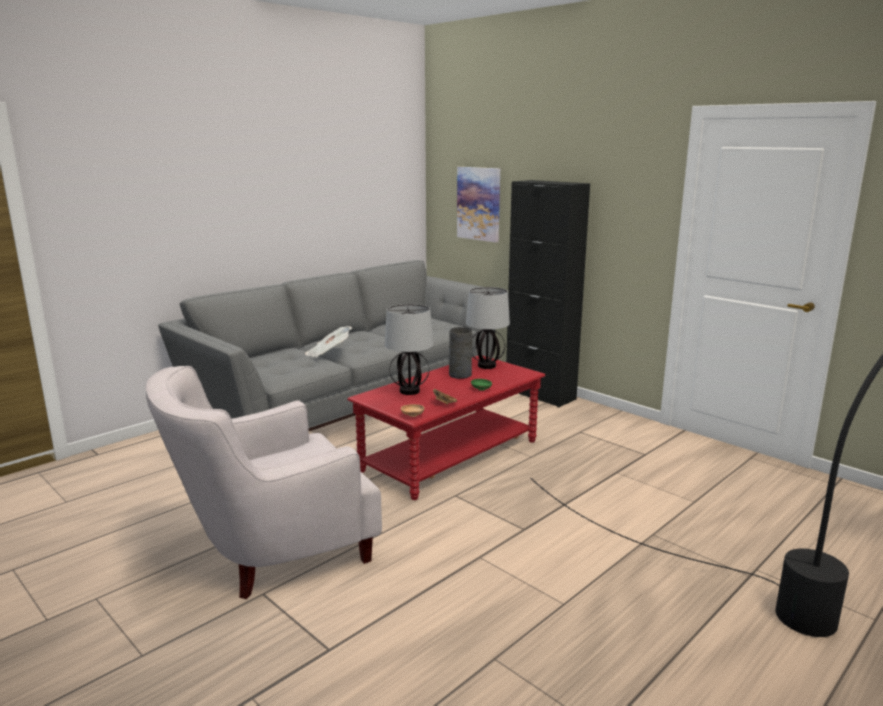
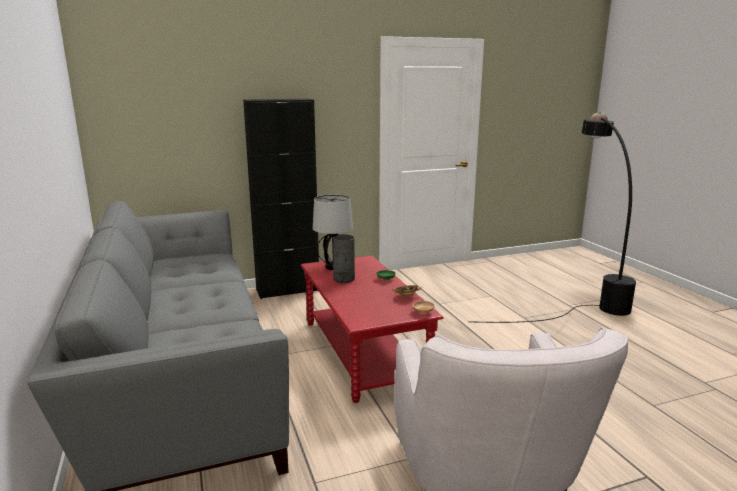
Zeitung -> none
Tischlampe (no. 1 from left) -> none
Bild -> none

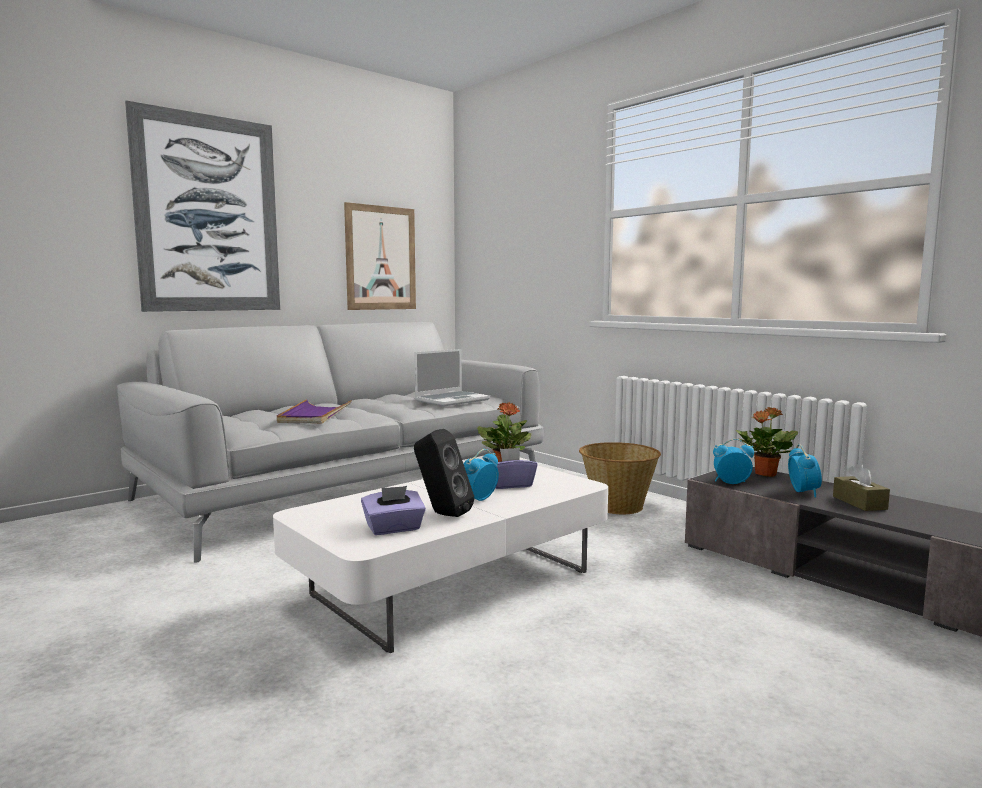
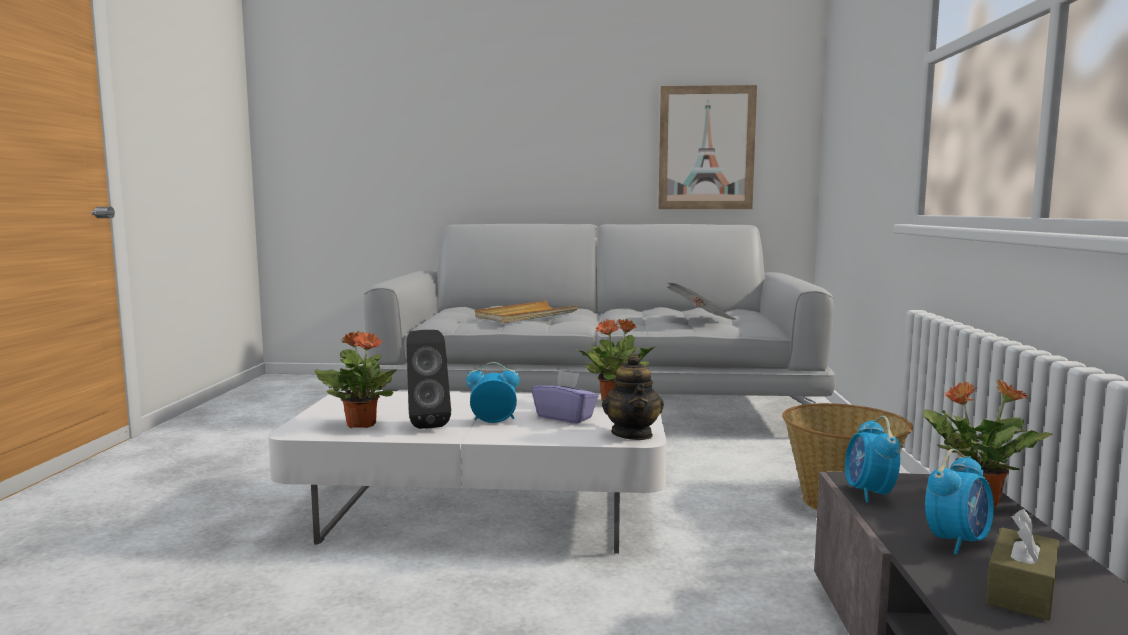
Bild (no. 1 from left) -> none
none -> Teekanne
Taschentuchbox/lila (no. 1 from left) -> Topfpflanze (no. 1 from left)
Laptop -> Zeitung
Tablett/lila -> Tablett/beige
Wecker (no. 2 from left), 135 degrees counterclockwise

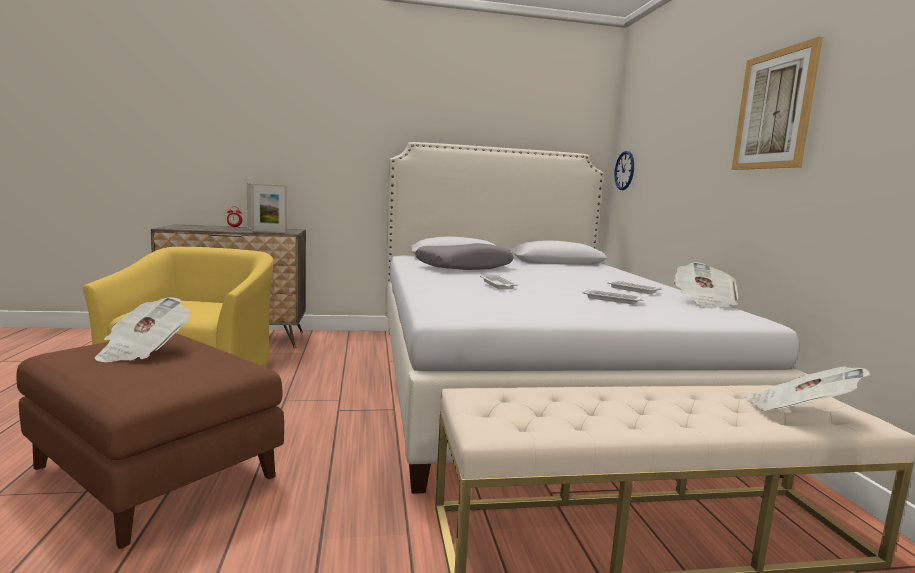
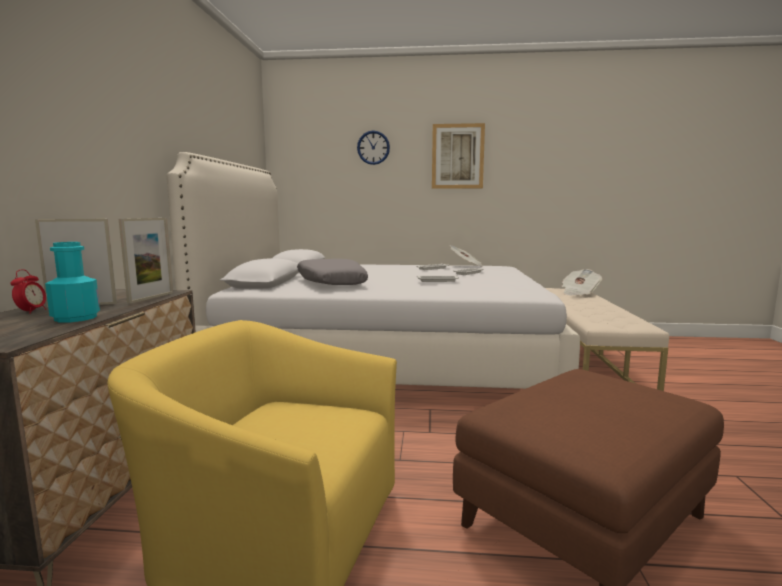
Zeitung (no. 1 from left) -> none
none -> Flasche/türkis
Wanduhr, shifted

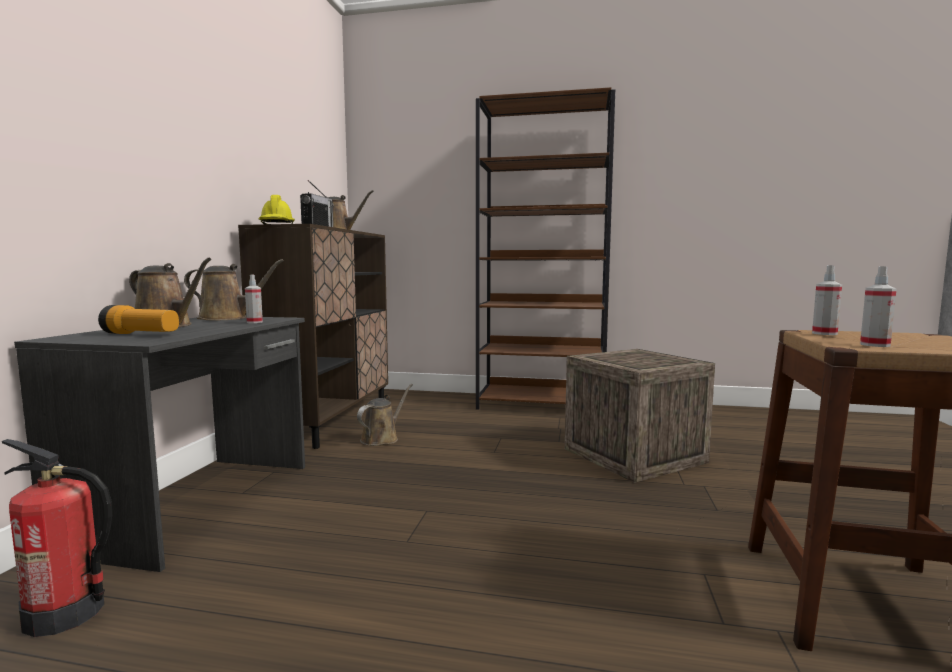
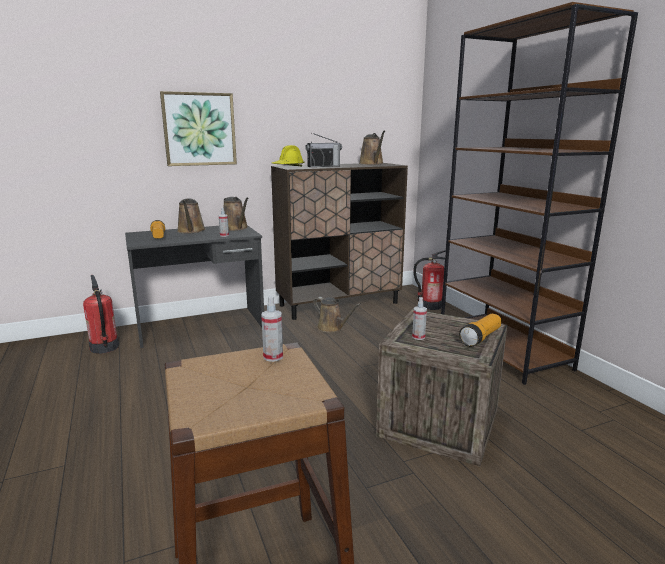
none -> Bild
none -> Feuerlöscher (no. 2 from left)
none -> Taschenlampe (no. 2 from left)
Sprühflasche (no. 3 from left), shifted
Gießkanne/braun (no. 4 from left in the first image) -> Gießkanne/braun (no. 3 from left), 45 degrees clockwise

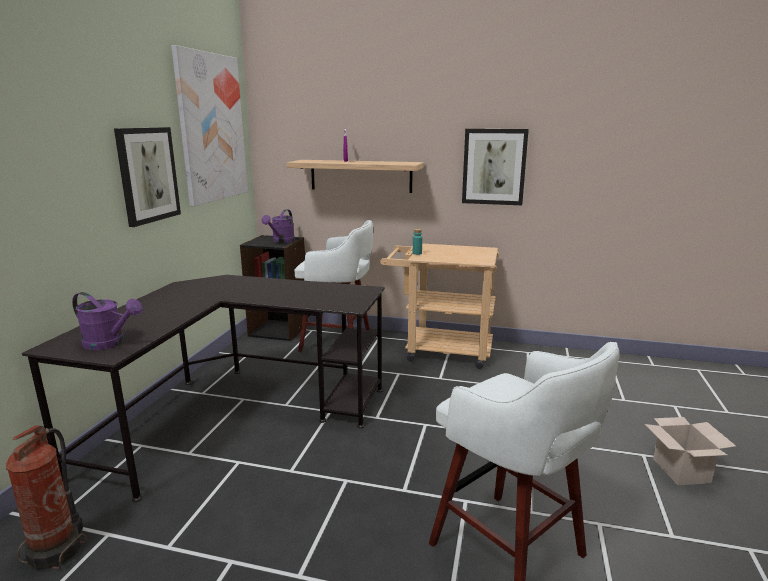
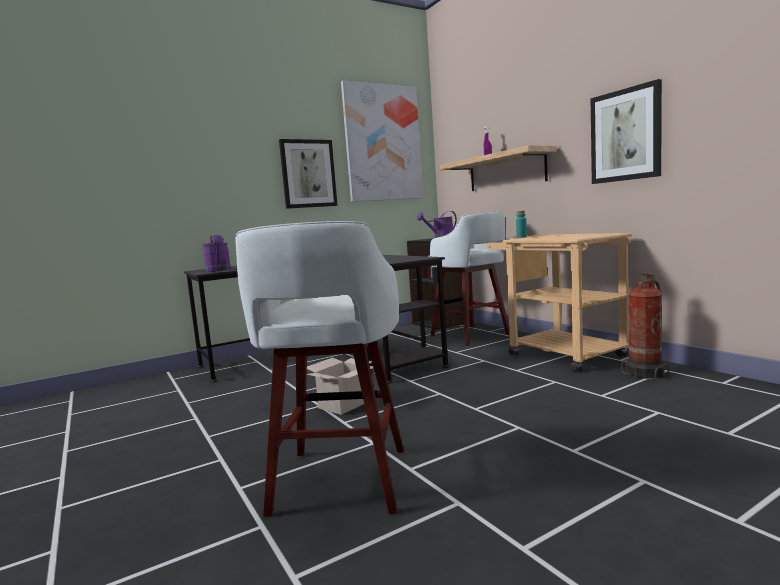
Feuerlöscher, shifted
Karton, shifted

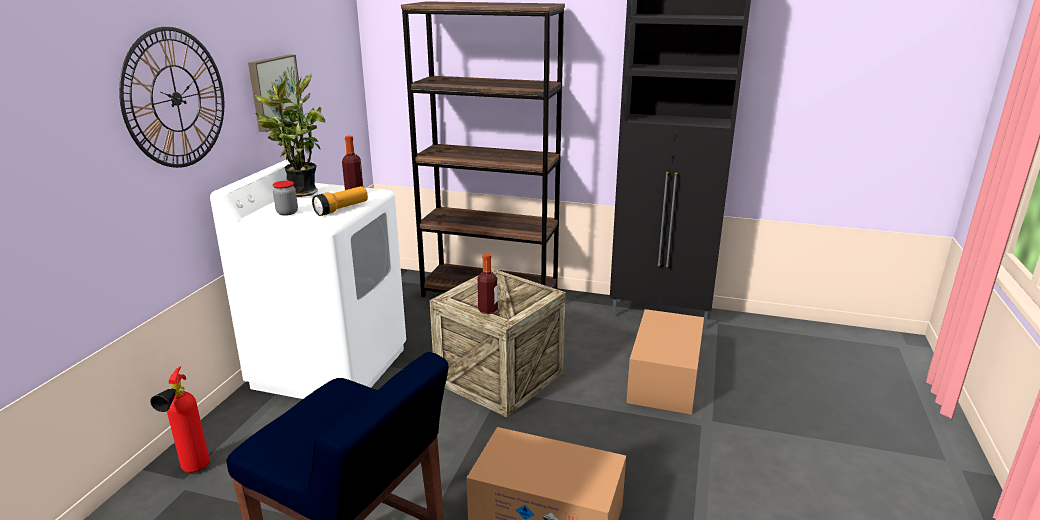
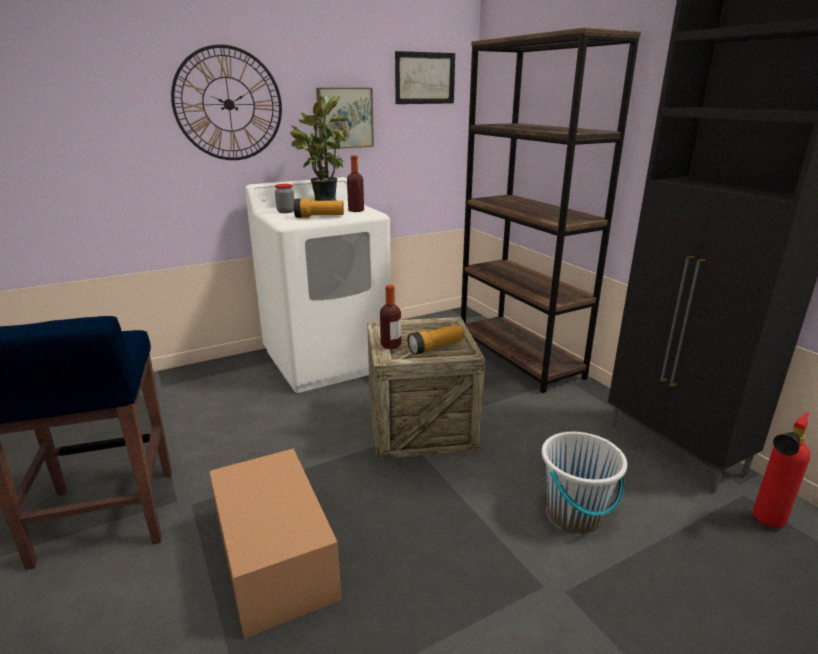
none -> Bild (no. 2 from left)
none -> Taschenlampe (no. 2 from left)
Feuerlöscher, shifted
Karton (no. 2 from left) -> Eimer/weiß

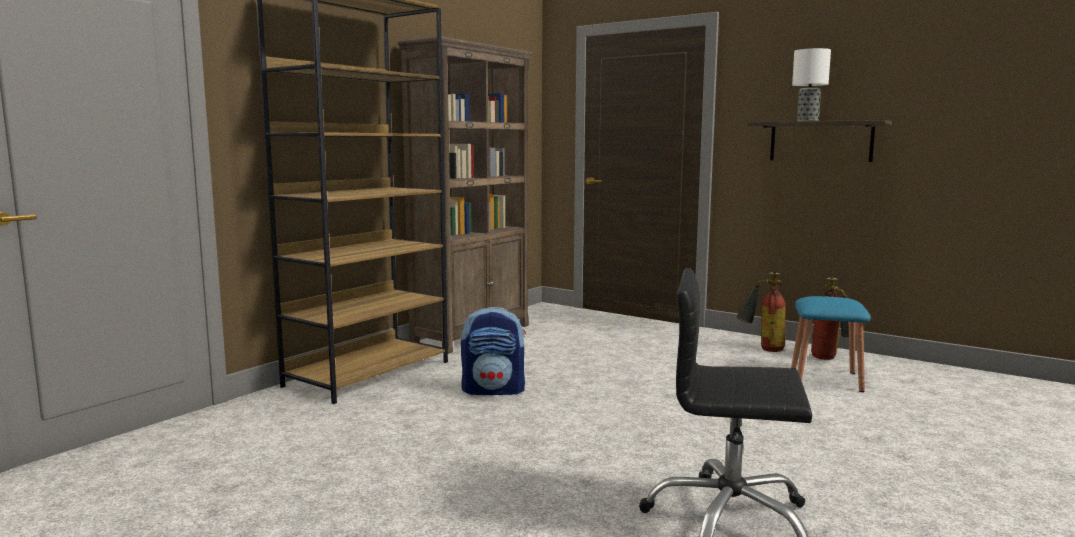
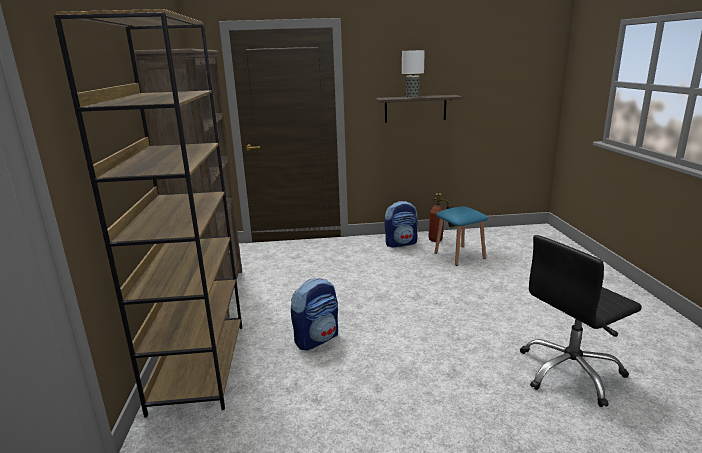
Feuerlöscher (no. 1 from left) -> Rucksack (no. 2 from left)

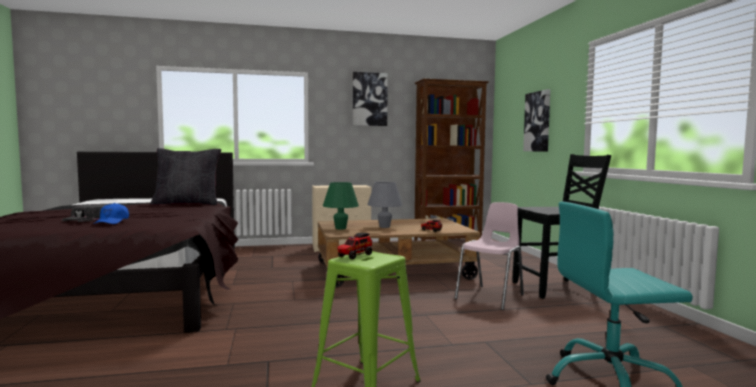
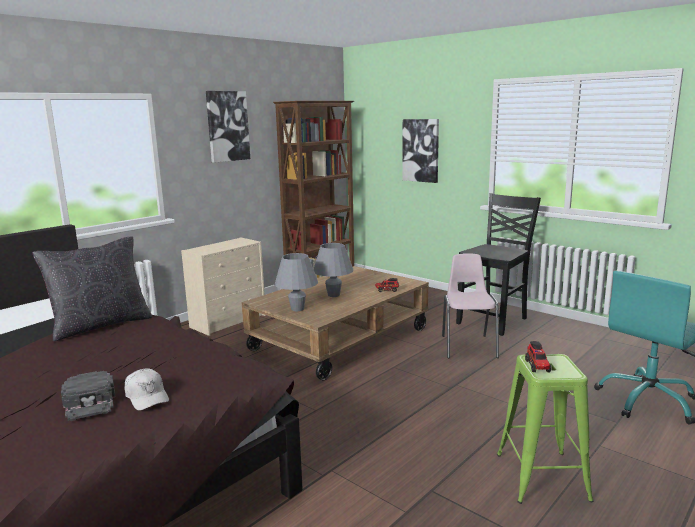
Kappe/blau -> Kappe/weiß
Tischlampe/grün -> Tischlampe/grau (no. 1 from left)

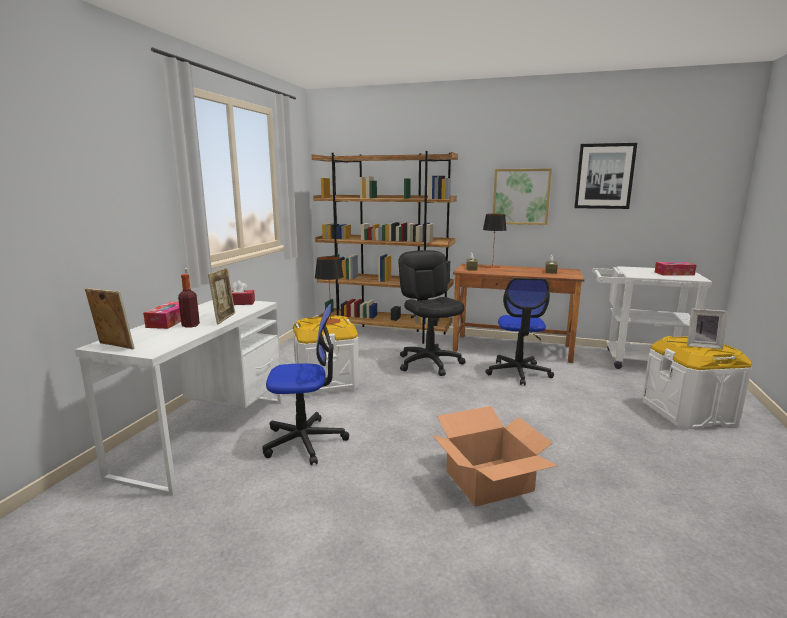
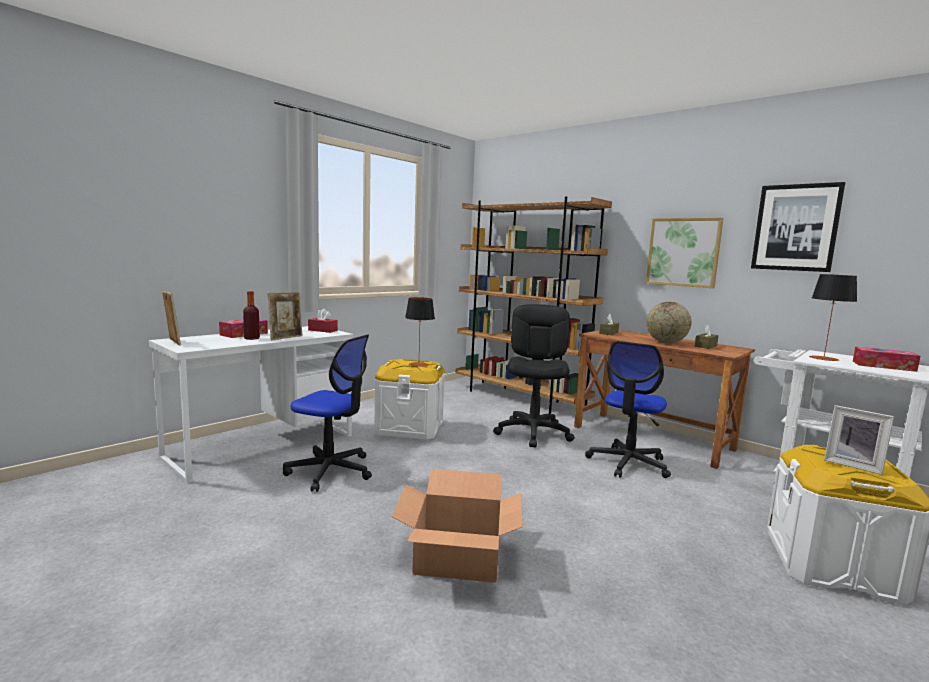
none -> Globus
Tischlampe (no. 2 from left), shifted

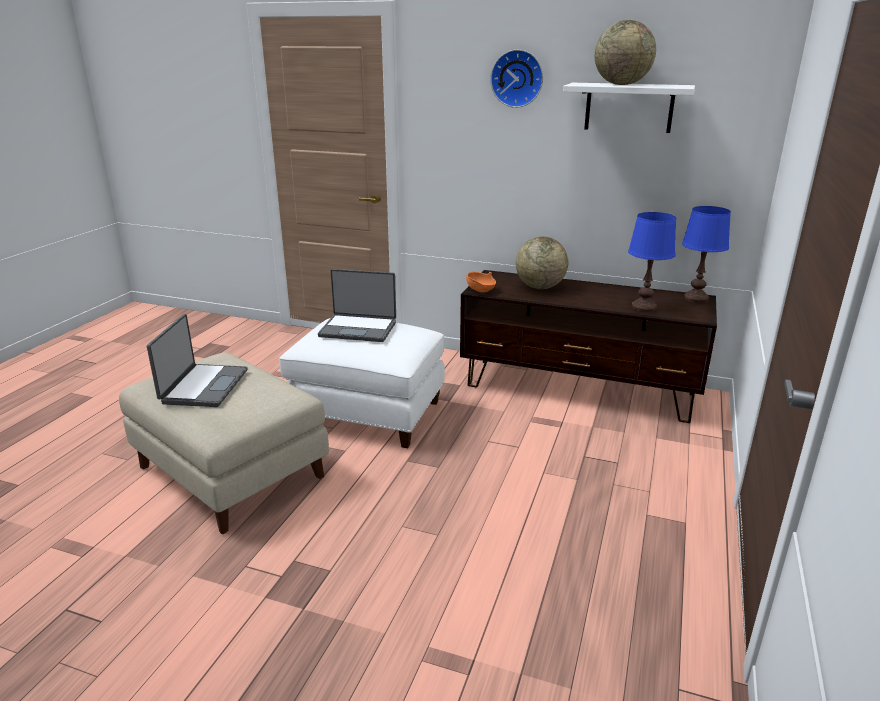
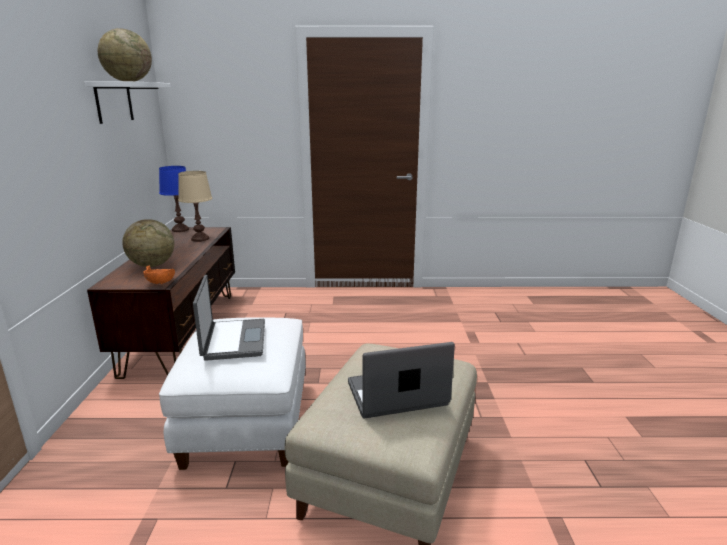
Wanduhr -> none
Tischlampe/blau (no. 1 from left) -> Tischlampe/beige

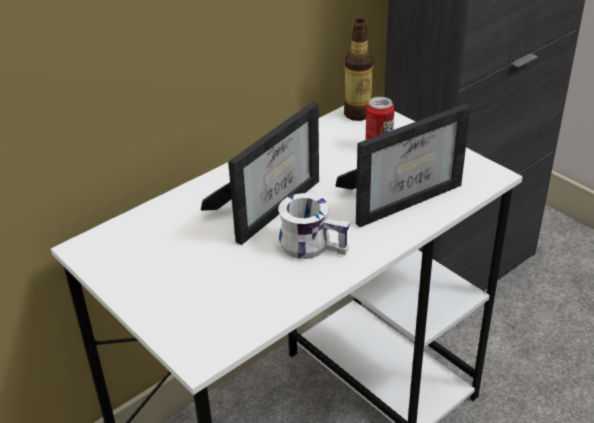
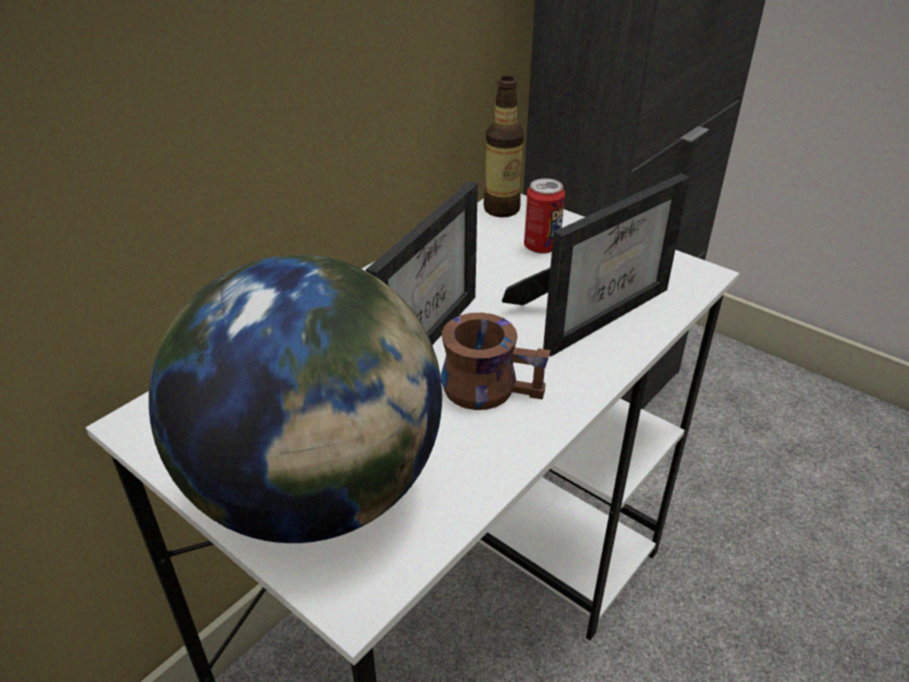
none -> Globus
Henkelbecher/weiß -> Henkelbecher/braun

